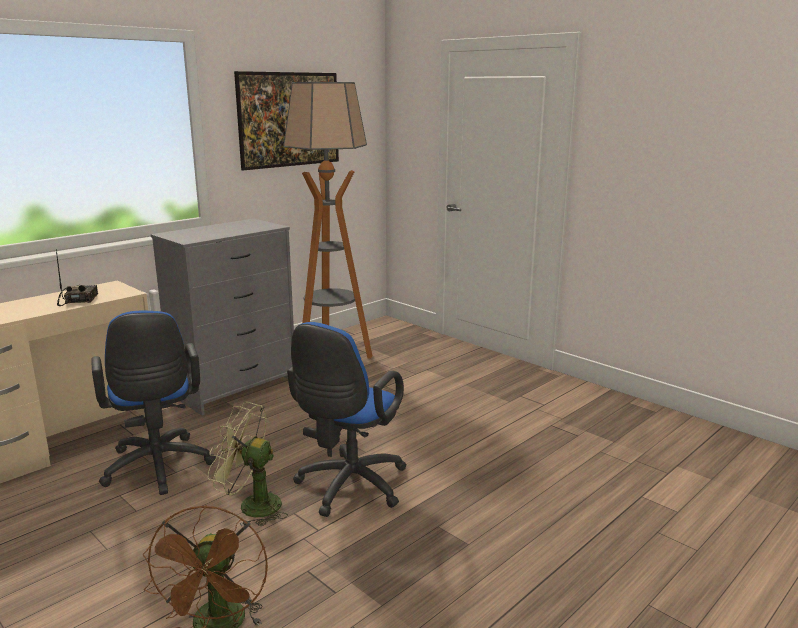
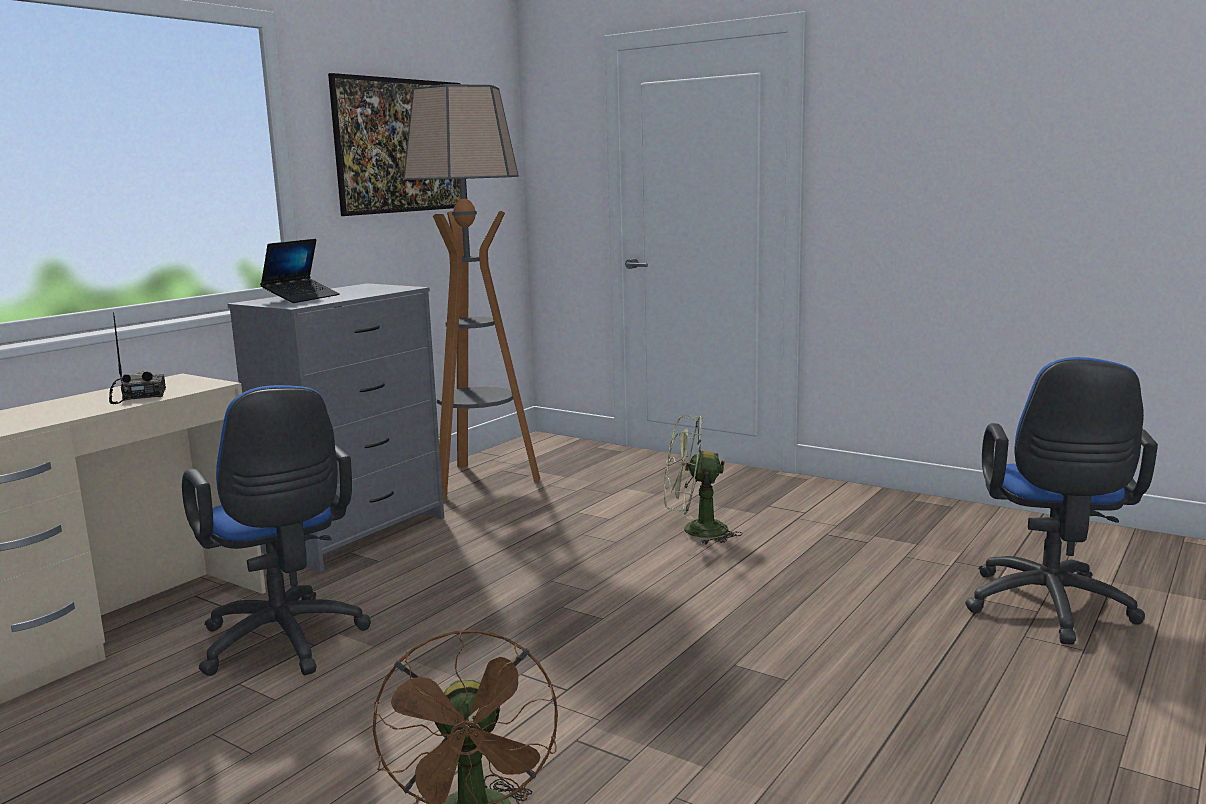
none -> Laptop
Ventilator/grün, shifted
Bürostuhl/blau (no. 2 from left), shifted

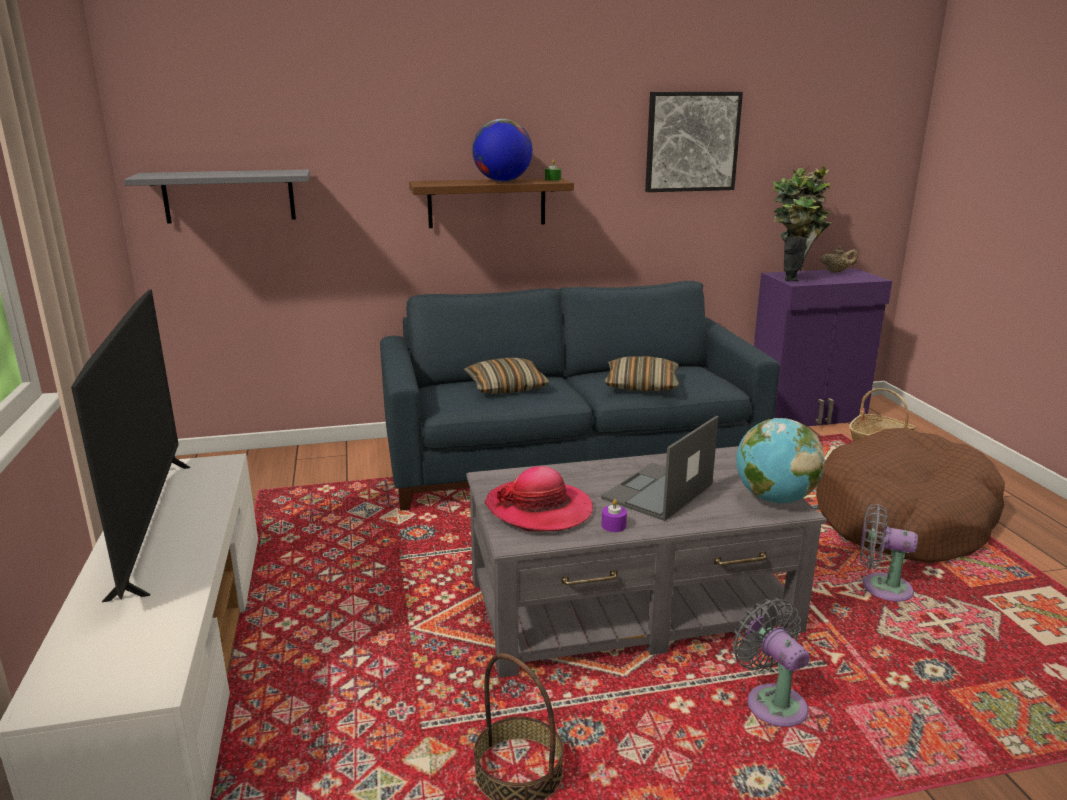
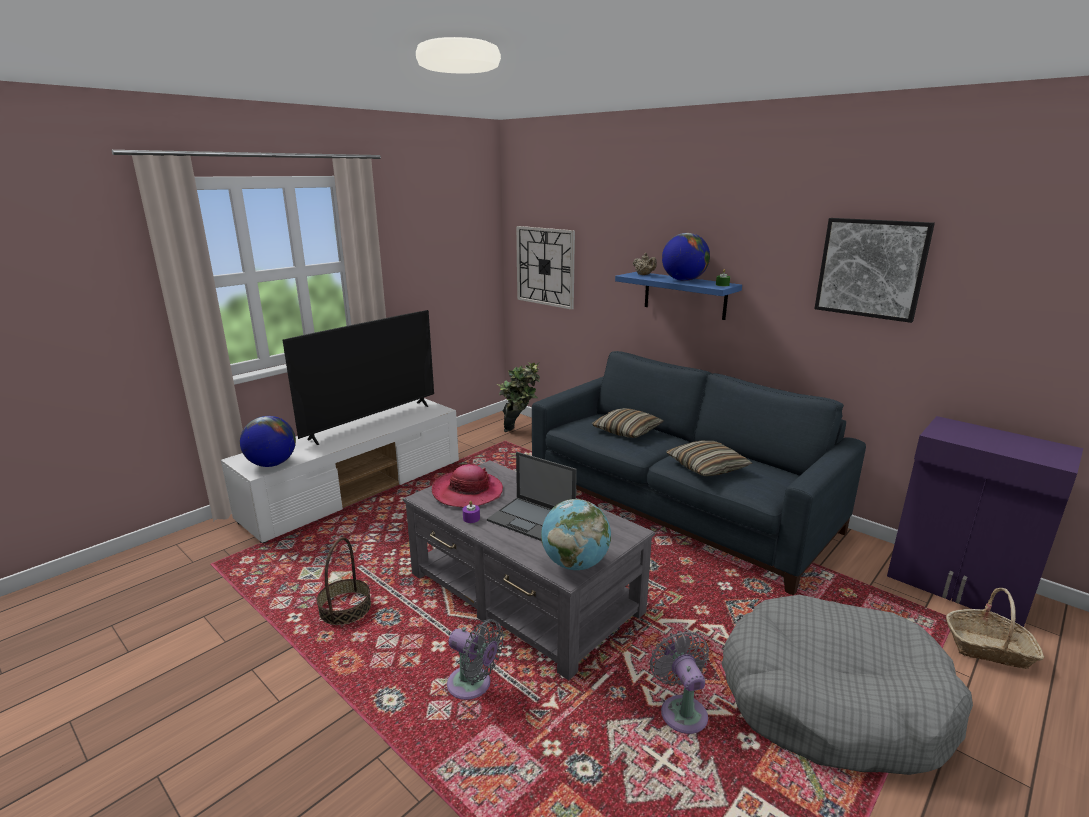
none -> Globus (no. 1 from left)
Topfpflanze, shifted
Teekanne/beige, shifted
Wandregal/grau -> Wanduhr
Wandregal/braun -> Wandregal/blau
Hundebett/braun -> Hundebett/grau
Laptop, 150 degrees counterclockwise
Ventilator/grau (no. 1 from left), 90 degrees clockwise

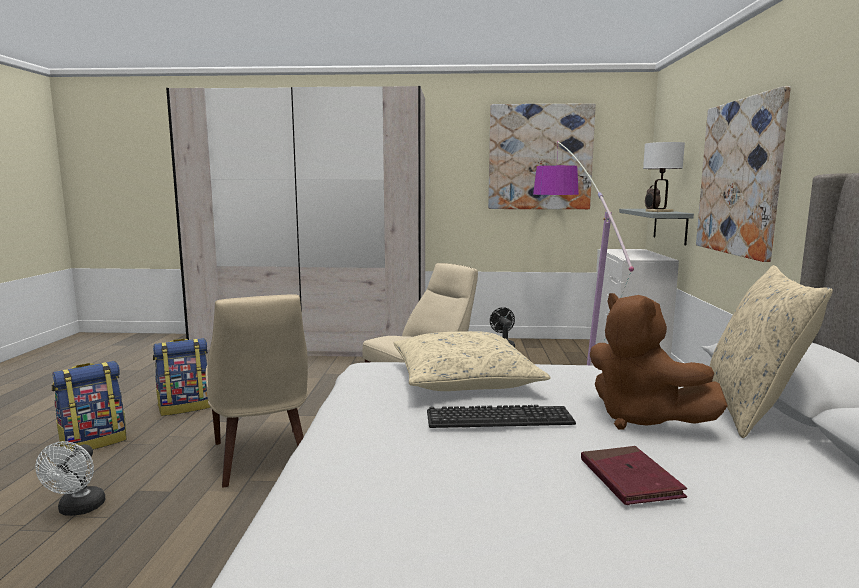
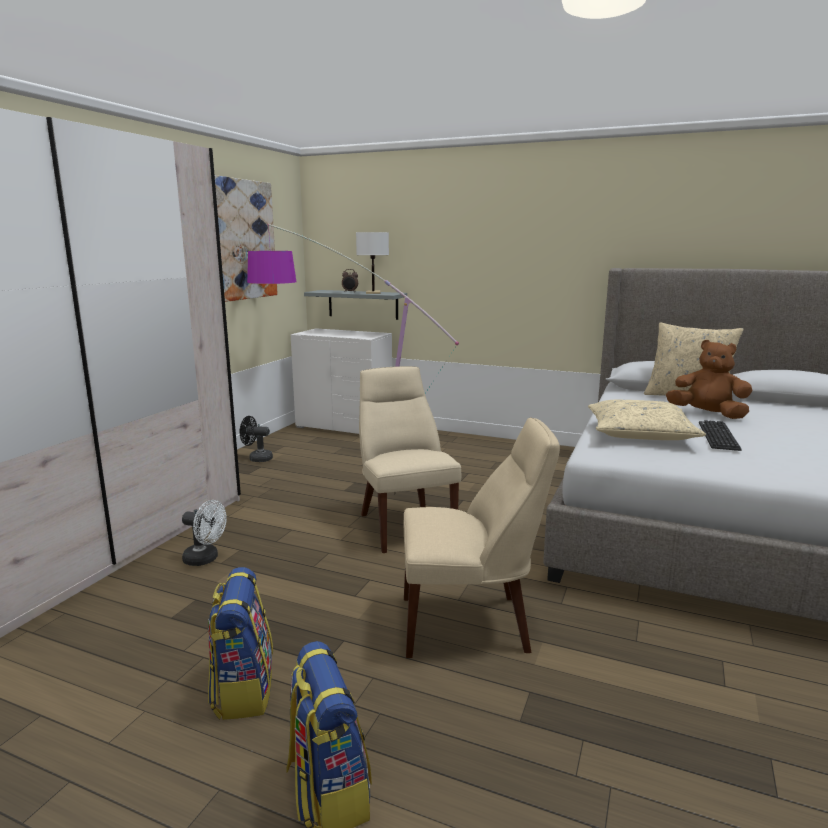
Buch/rot -> none
Bild (no. 2 from left) -> none
Ventilator/weiß, shifted
Plüschtier/braun, 135 degrees counterclockwise

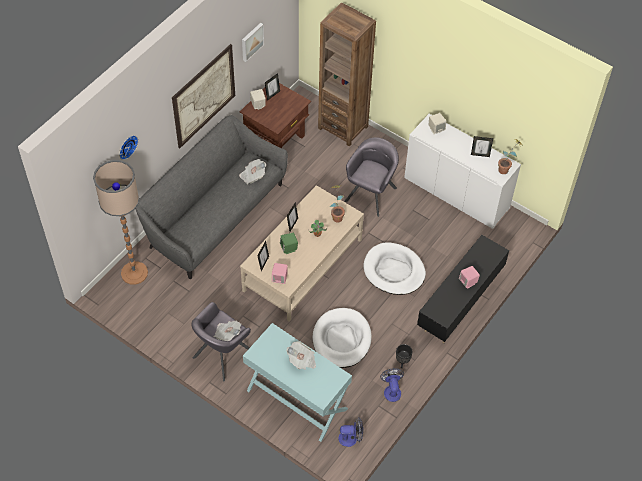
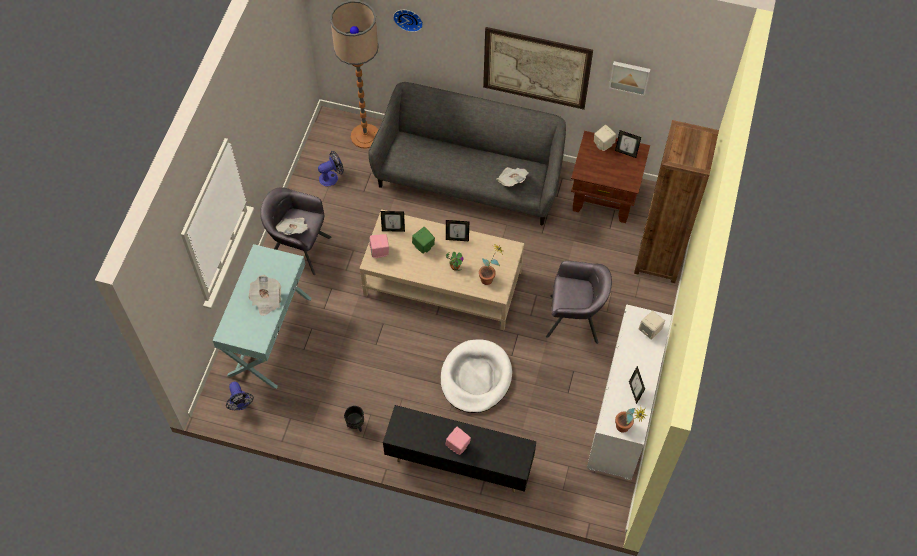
Hundebett/weiß (no. 1 from left) -> none
Ventilator (no. 2 from left), shifted

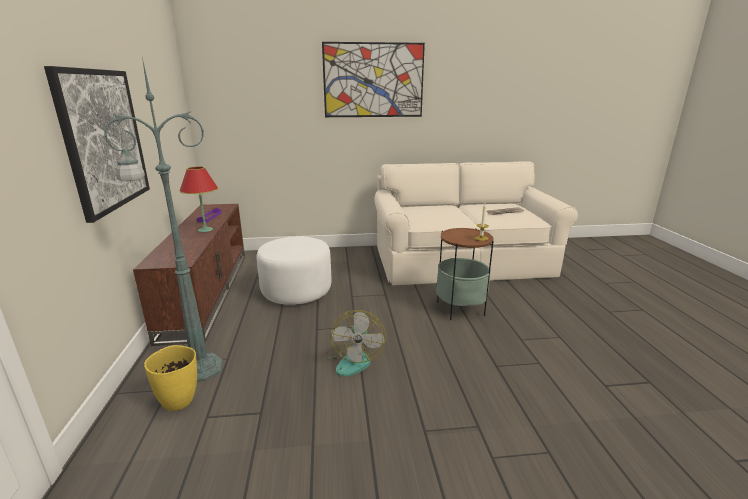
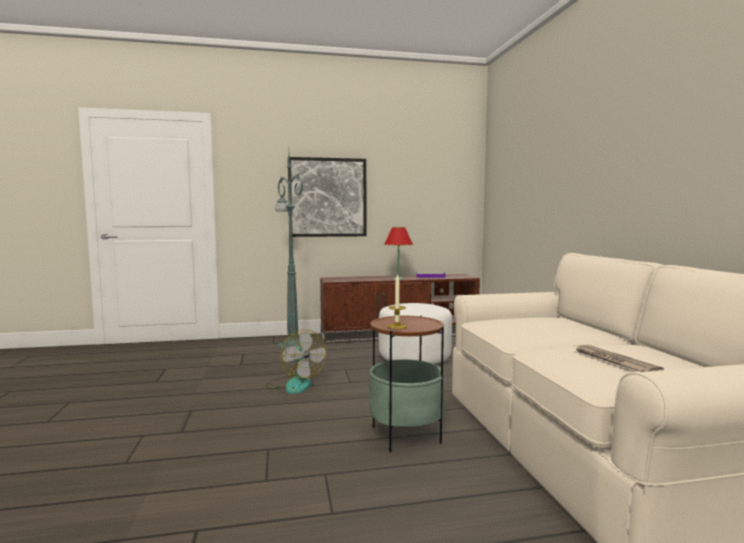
Vase/gelb -> none
Bild (no. 2 from left) -> none
Ventilator, 120 degrees counterclockwise

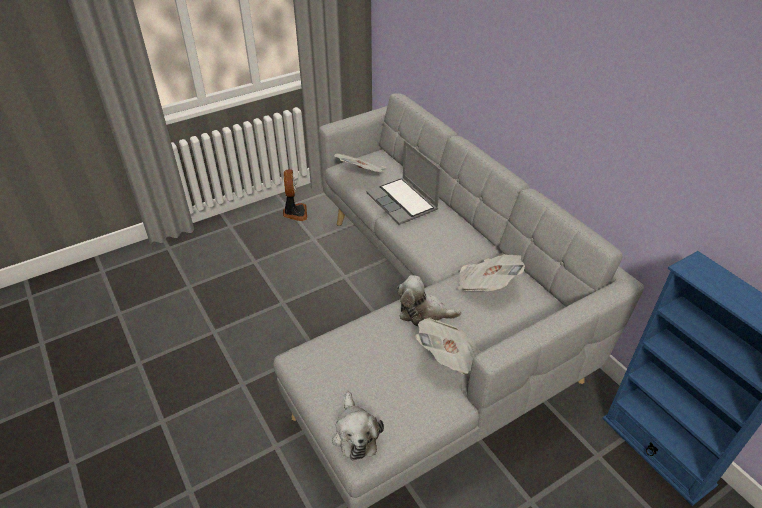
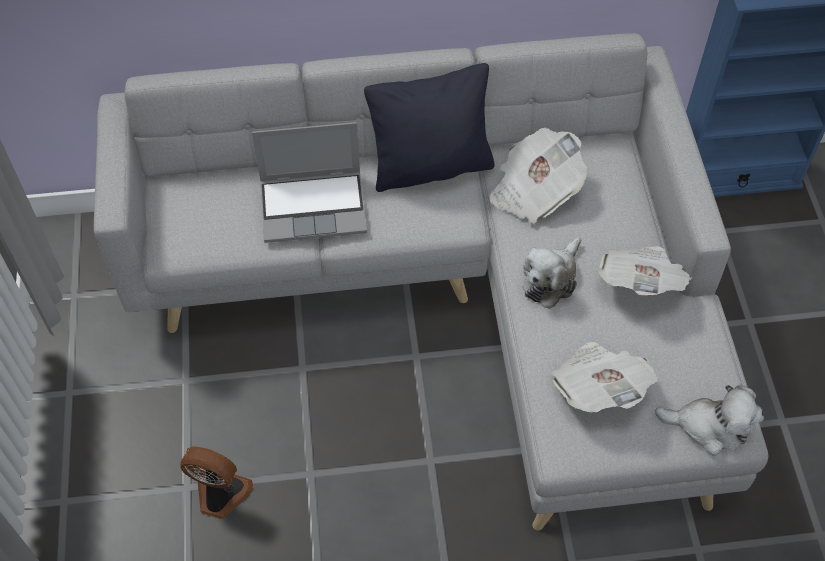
none -> Kissen/schwarz
Ventilator, shifted
Zeitung (no. 1 from left in the first image) -> Zeitung (no. 2 from left), shifted

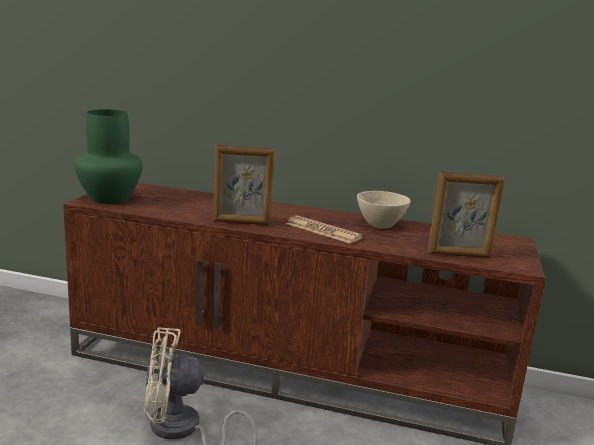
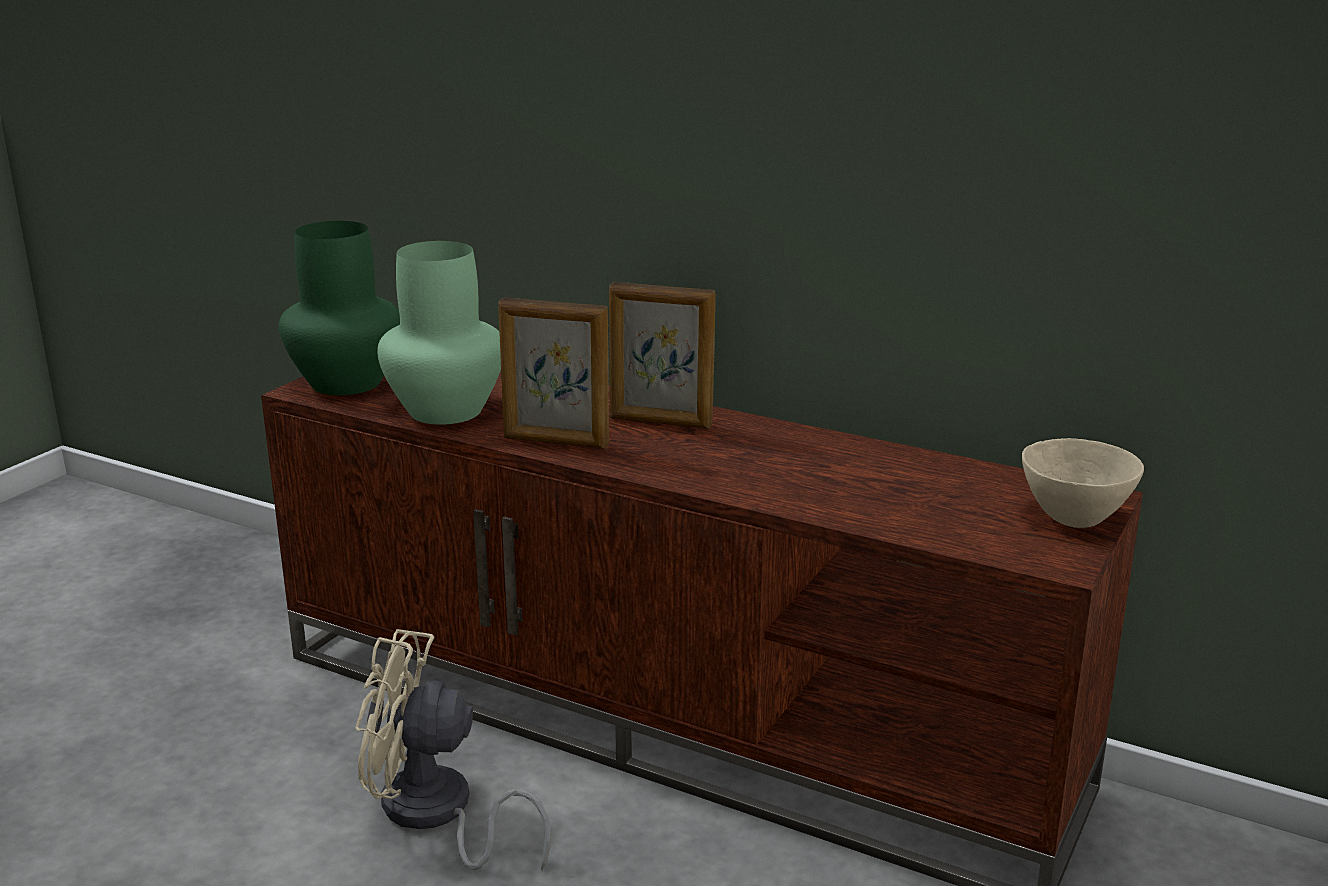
Zeitung -> none
none -> Vase/grün (no. 2 from left)
Schüssel/beige, shifted
Bilderrahmen (no. 2 from left), shifted

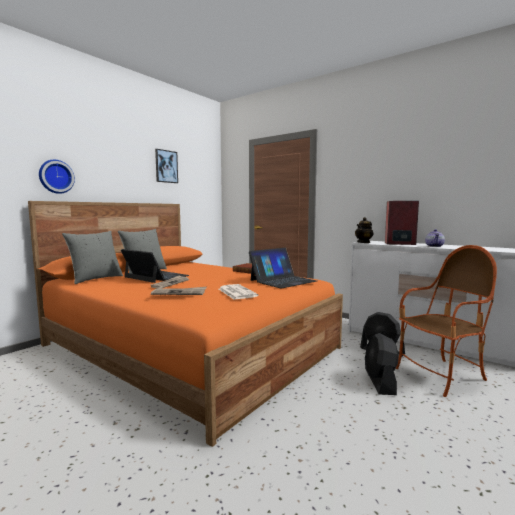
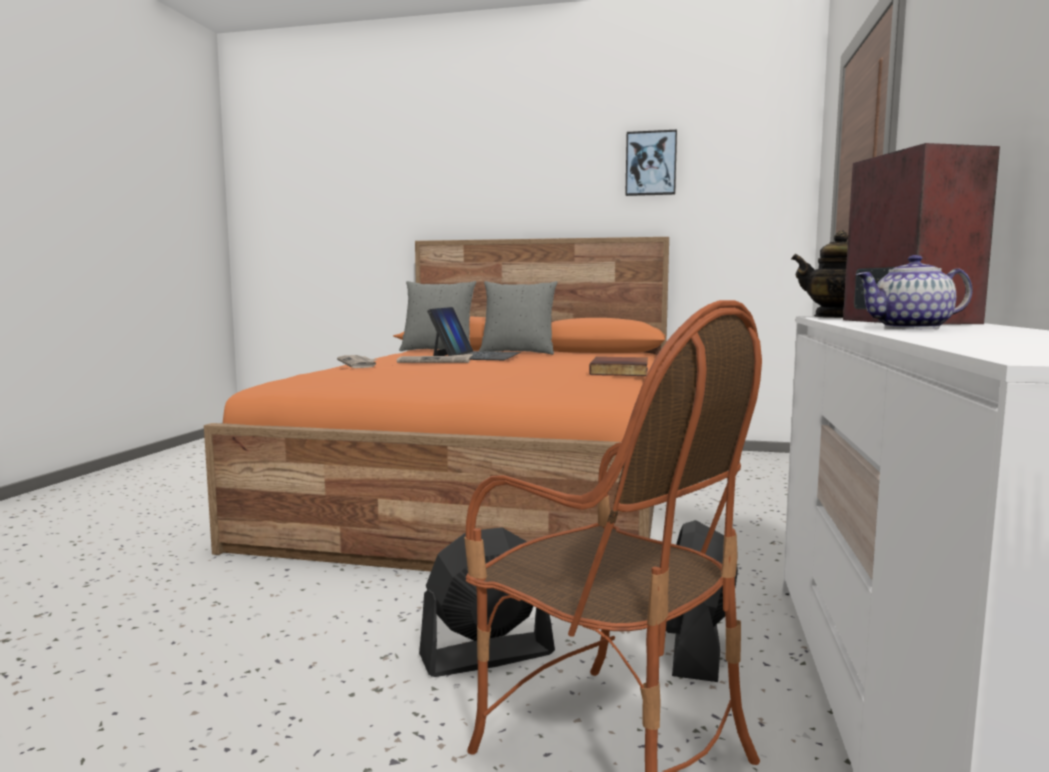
Wanduhr -> none
Zeitung (no. 3 from left) -> none
Laptop (no. 2 from left) -> none

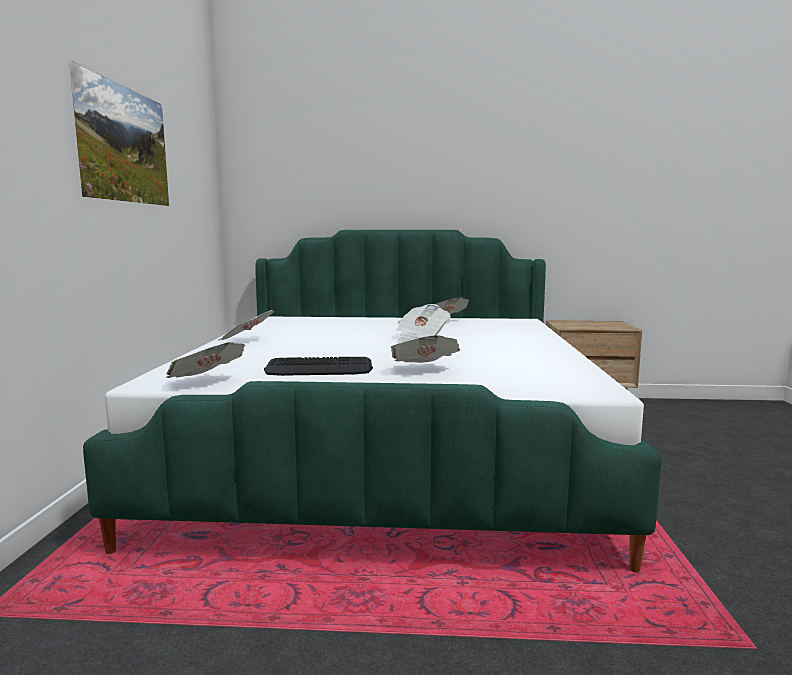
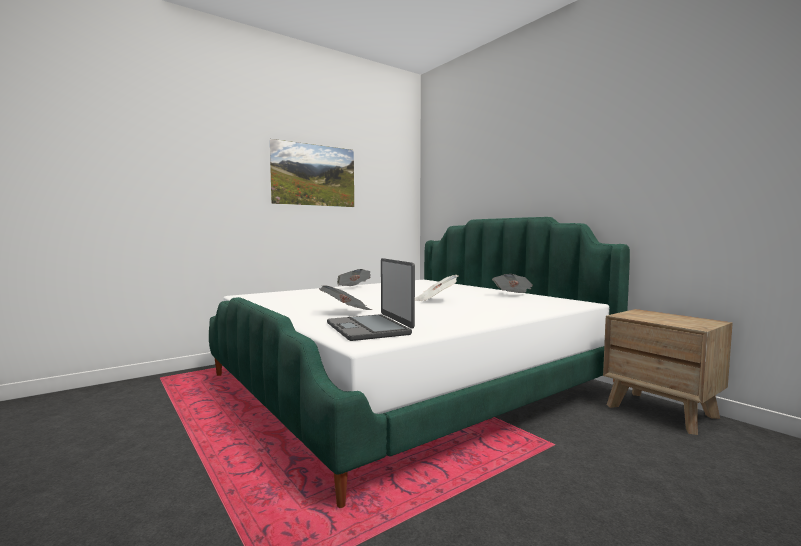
Zeitung (no. 1 from left) -> none
Tastatur -> none
none -> Laptop

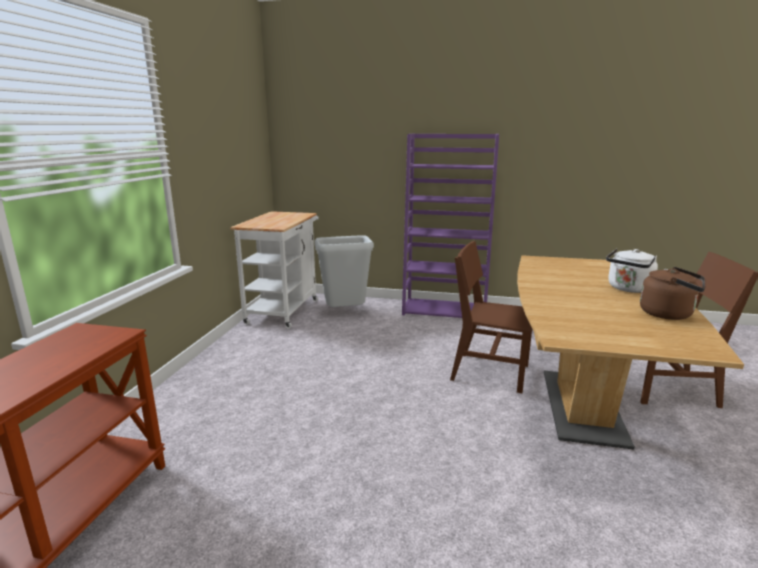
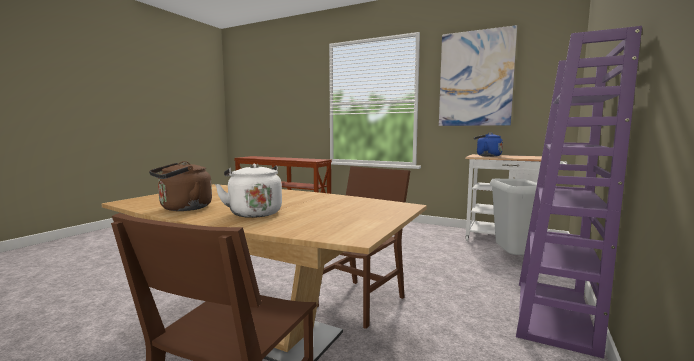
none -> Bild
none -> Wasserkessel/blau

